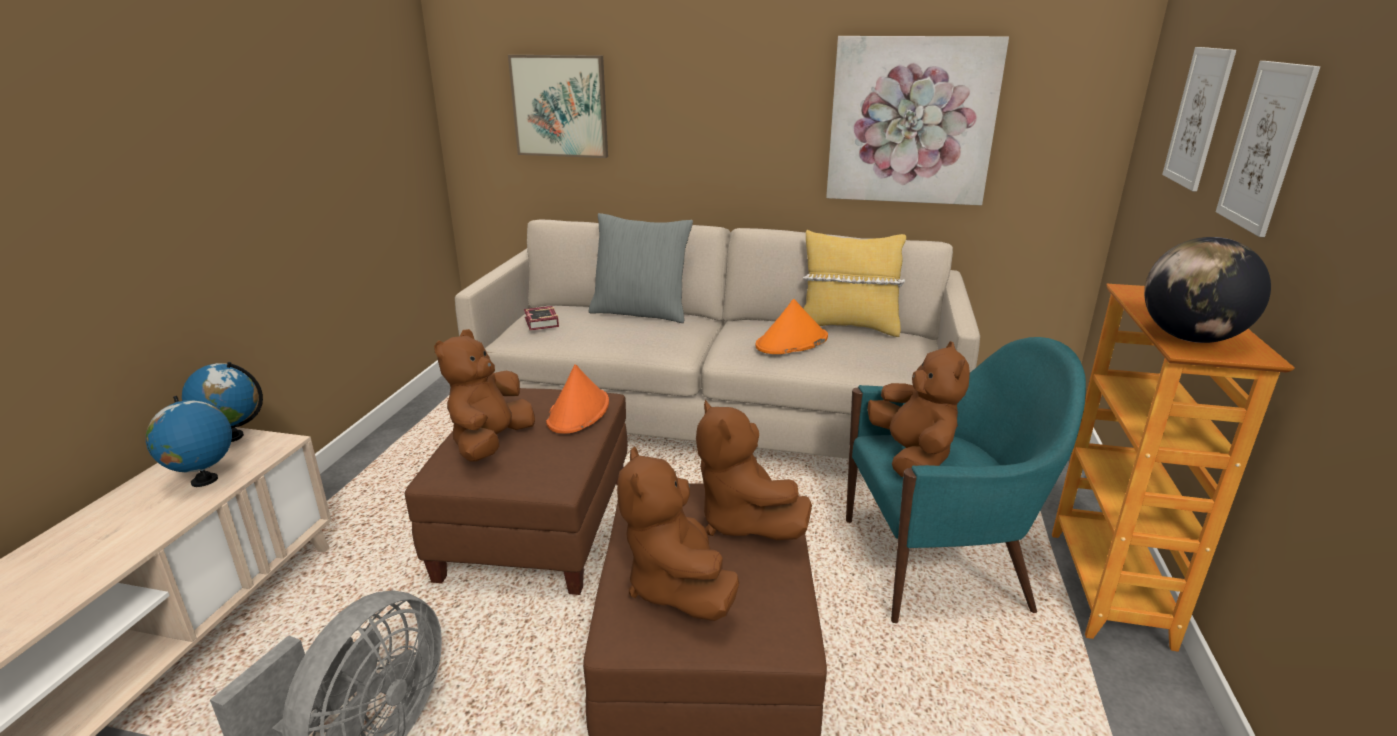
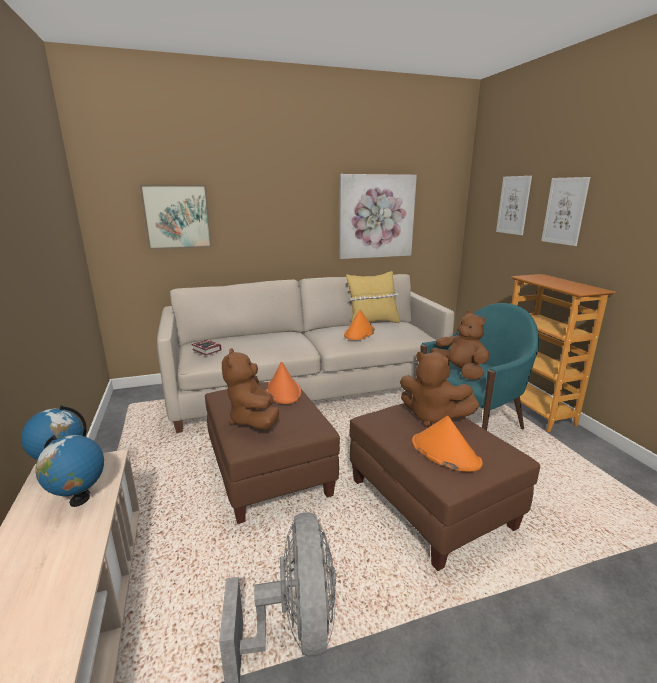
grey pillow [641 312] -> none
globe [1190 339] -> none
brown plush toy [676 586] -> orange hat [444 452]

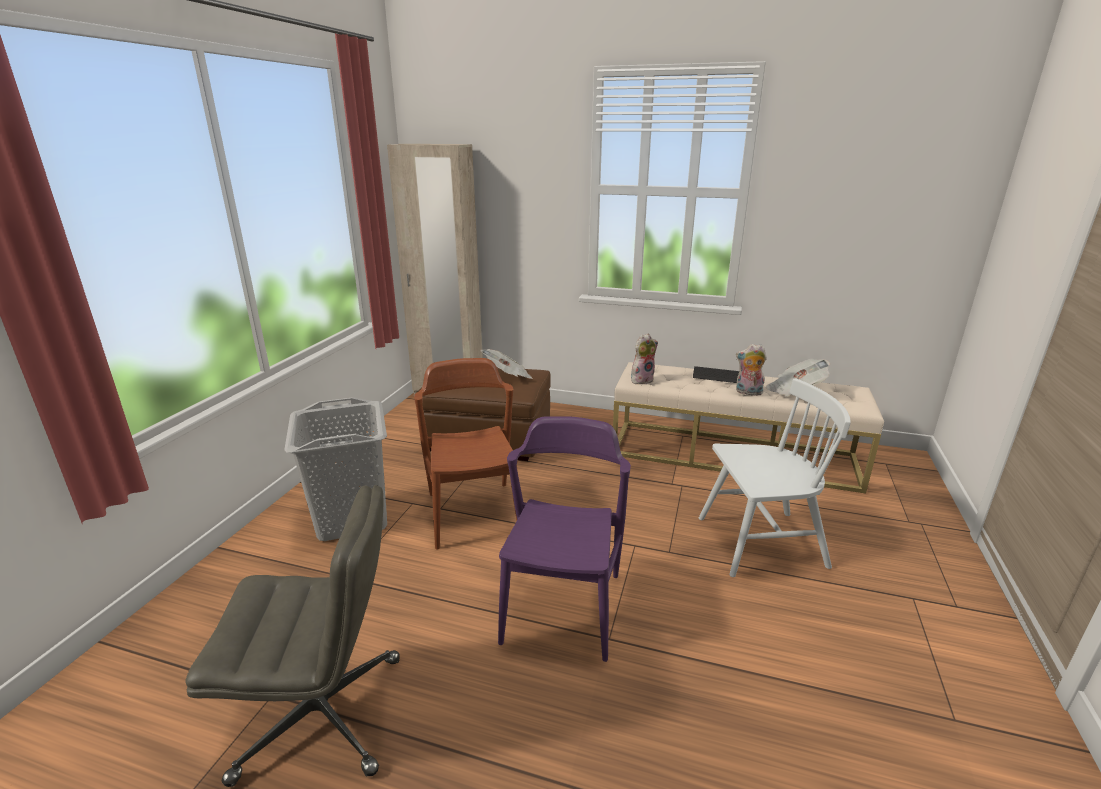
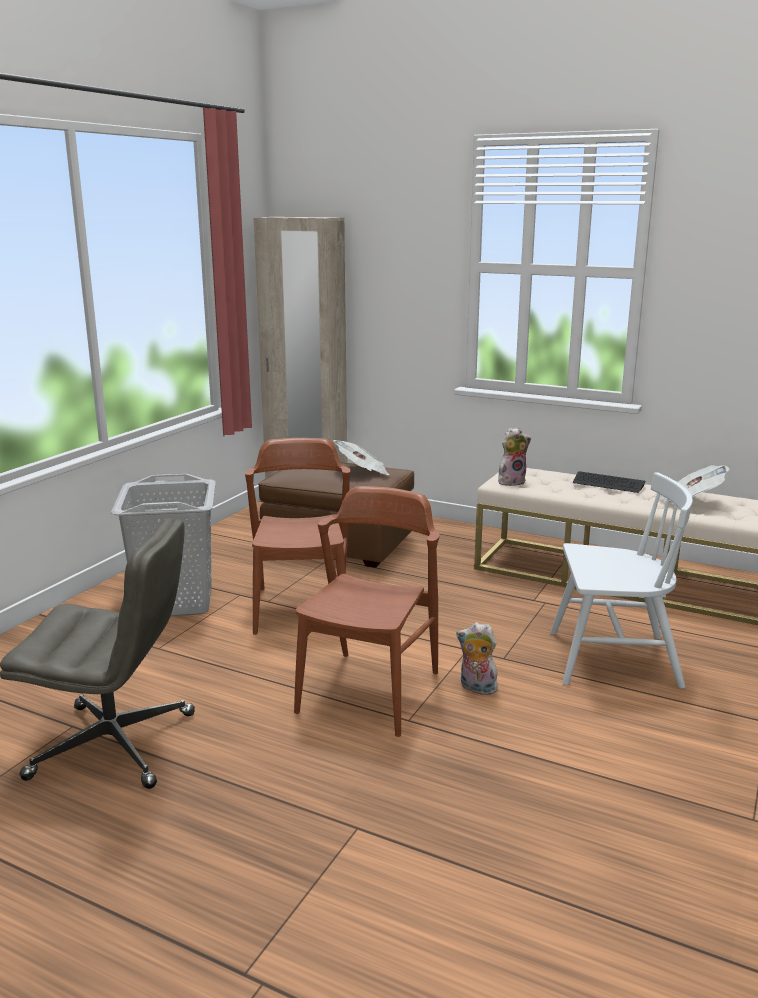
plush toy [748 392] -> plush toy [476 688], move
purple chair [563 607] -> brown chair [369 691]

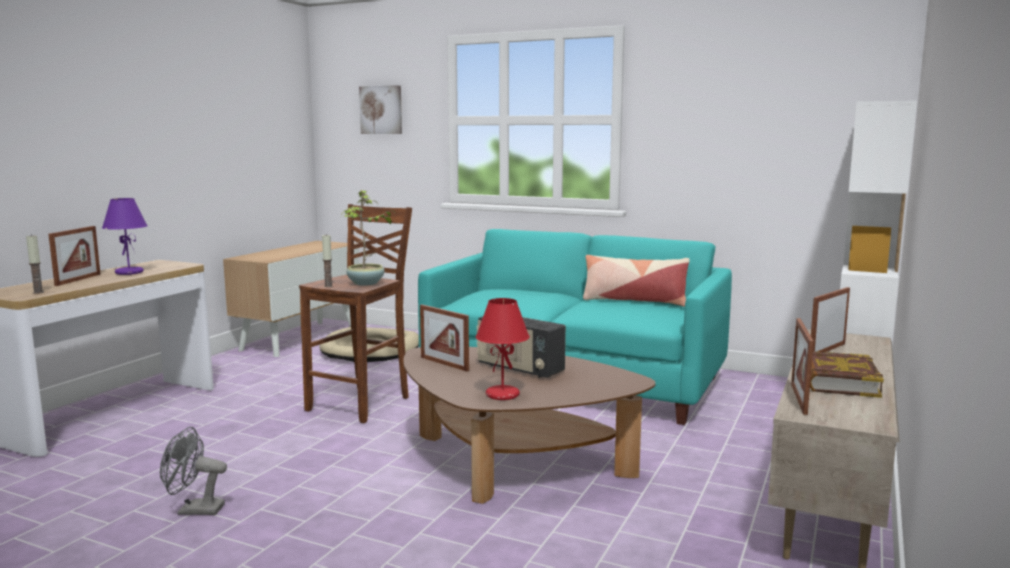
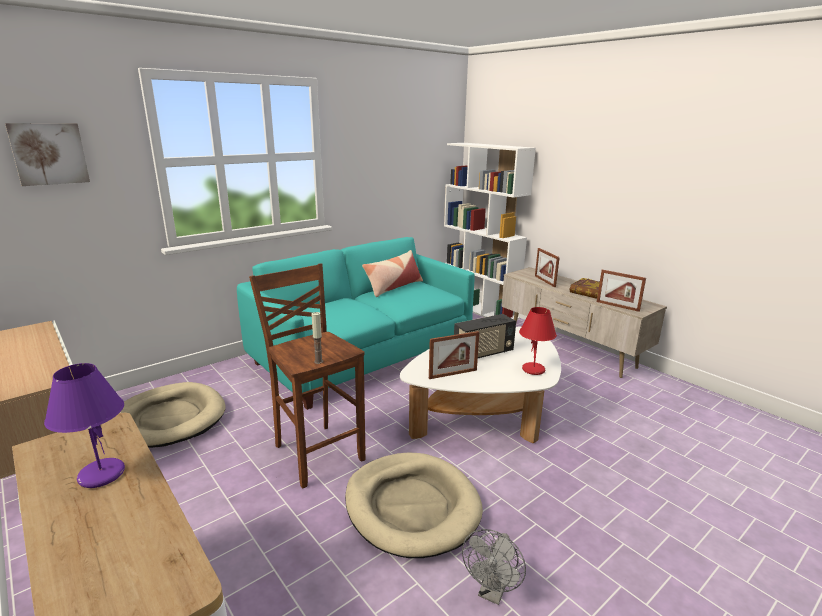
potted plant [366 283] -> none
picture frame [78 280] -> none
candle [38 292] -> none
brown coffee table [512 464] -> white coffee table [486 415]
none -> beige dog bed [412 506]

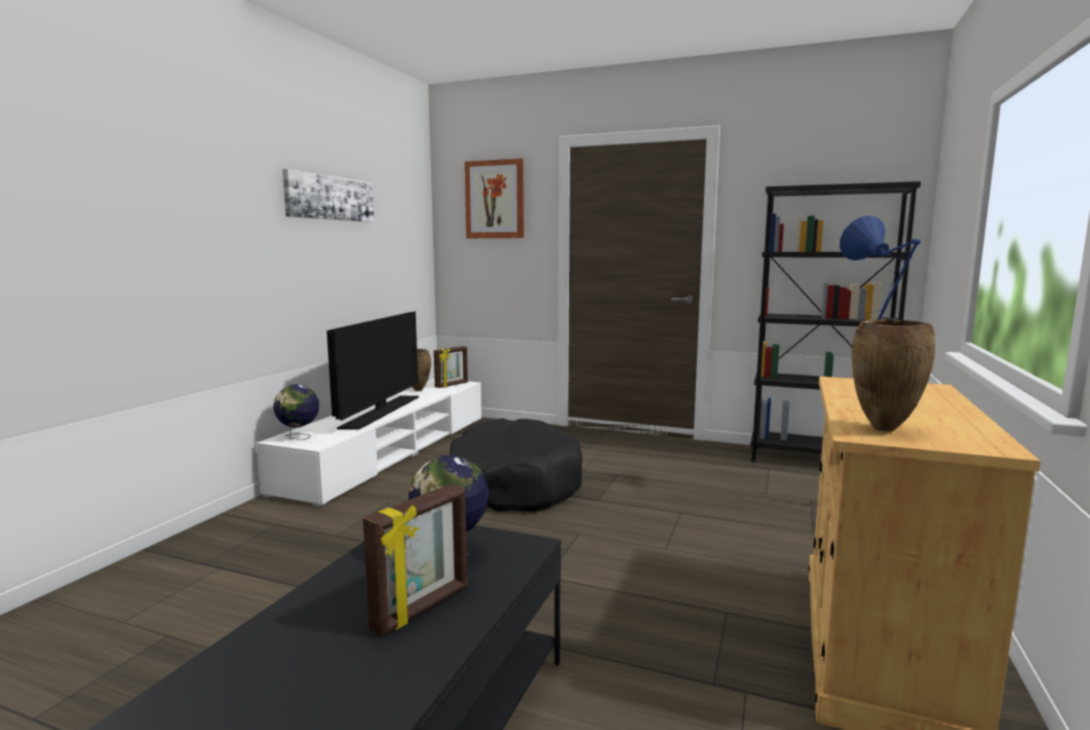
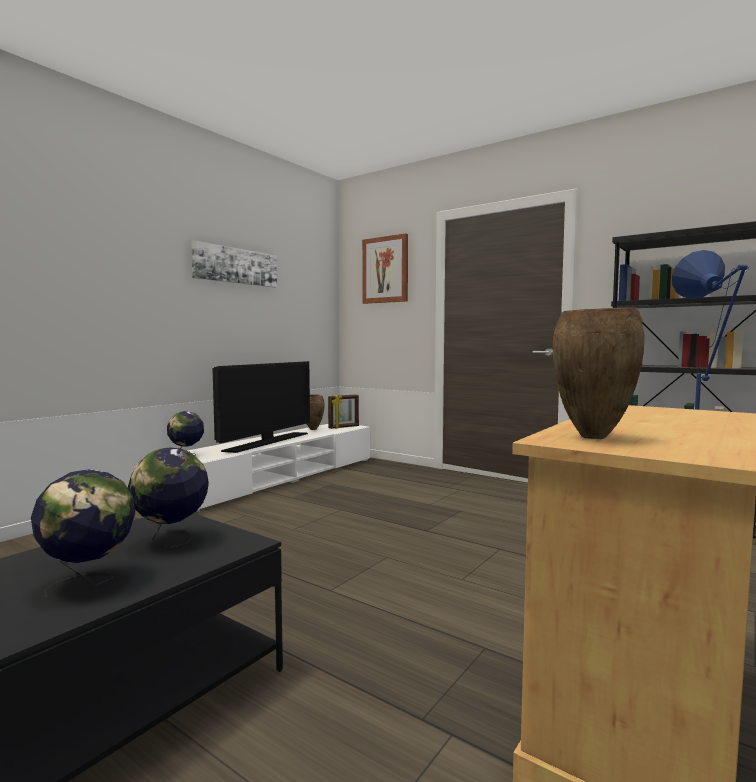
black dog bed [514 484] -> none
picture frame [422 609] -> globe [89 582]

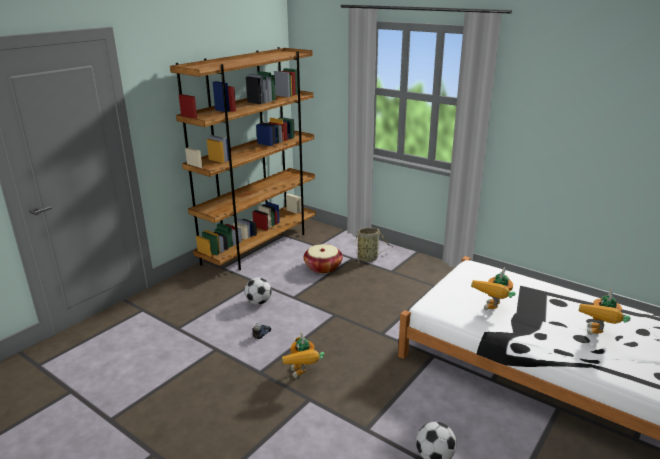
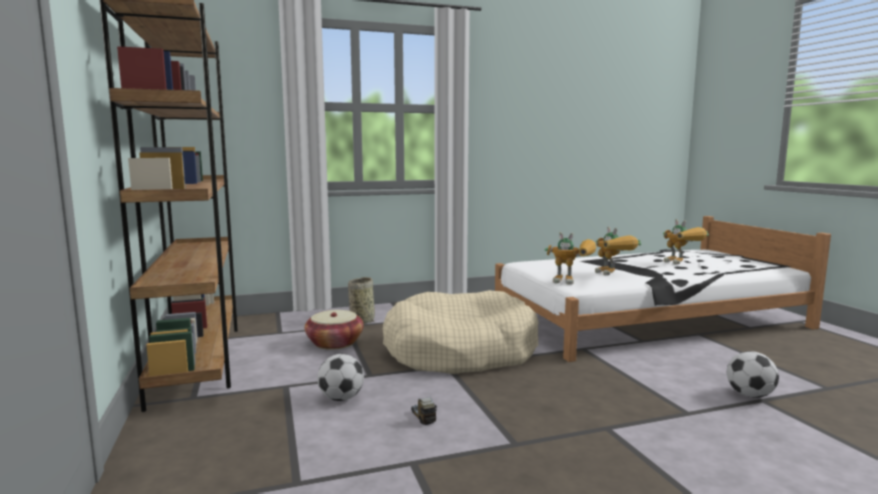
toy robot [303 376] -> toy robot [572 282], move
none -> beige dog bed [460 351]

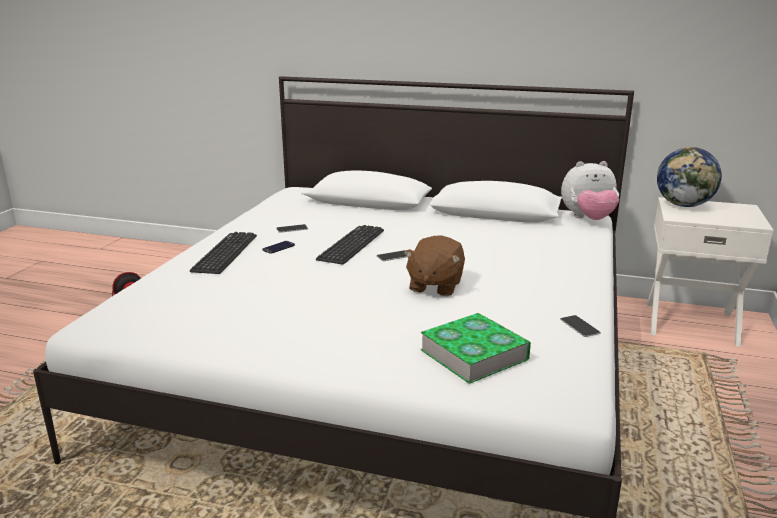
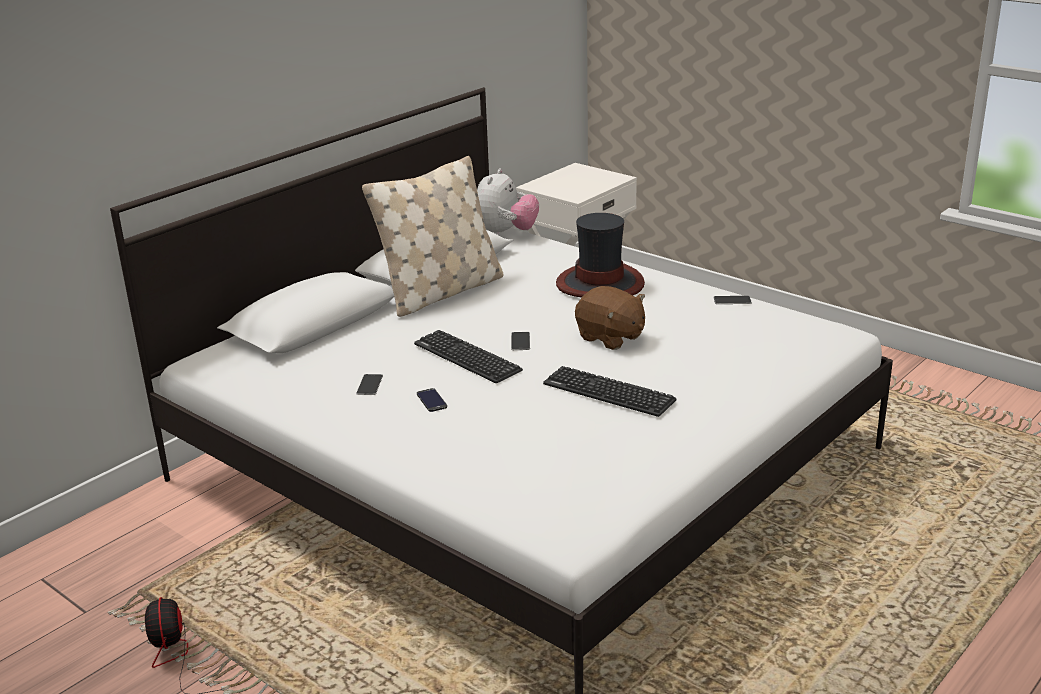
globe [684 205] -> none
keyboard [225 253] -> keyboard [608 392], move
book [474 354] -> none
none -> beige pillow [441 292]
none -> hat [600 283]

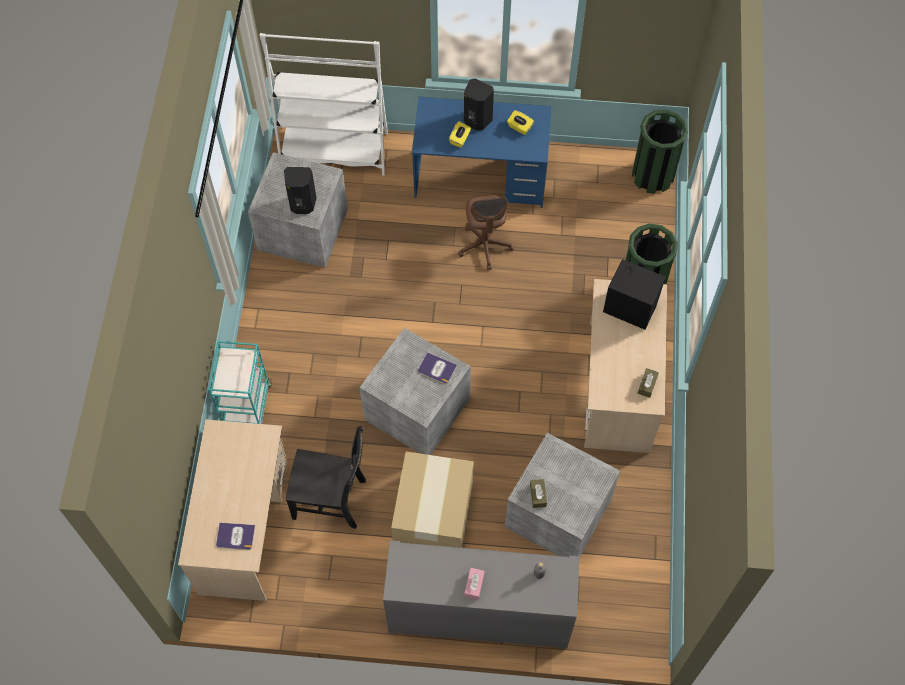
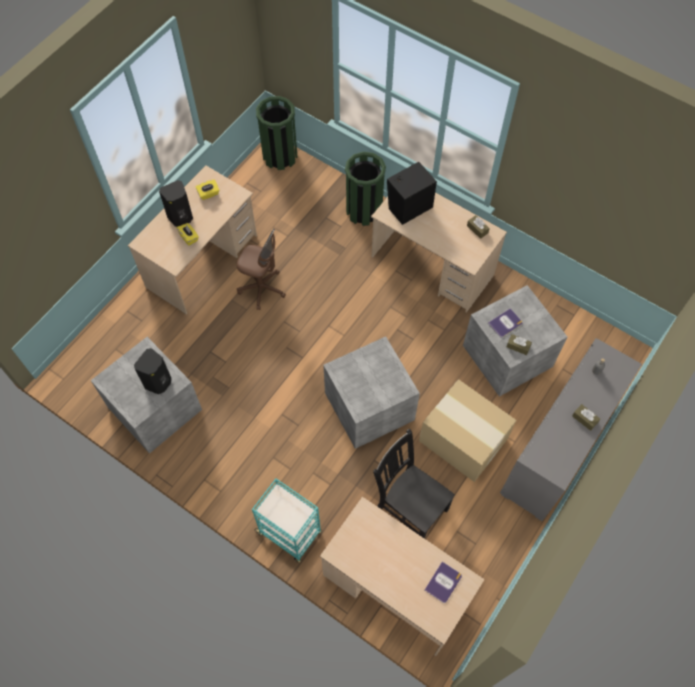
white bookcase [334 150] -> none
blue desk [480 179] -> beige desk [202 261]
book [437 369] -> book [505 323], move
black chair [332 499] -> black chair [409 507], 90 degrees counterclockwise
pink tissue box [474 585] -> brown tissue box [584 419]

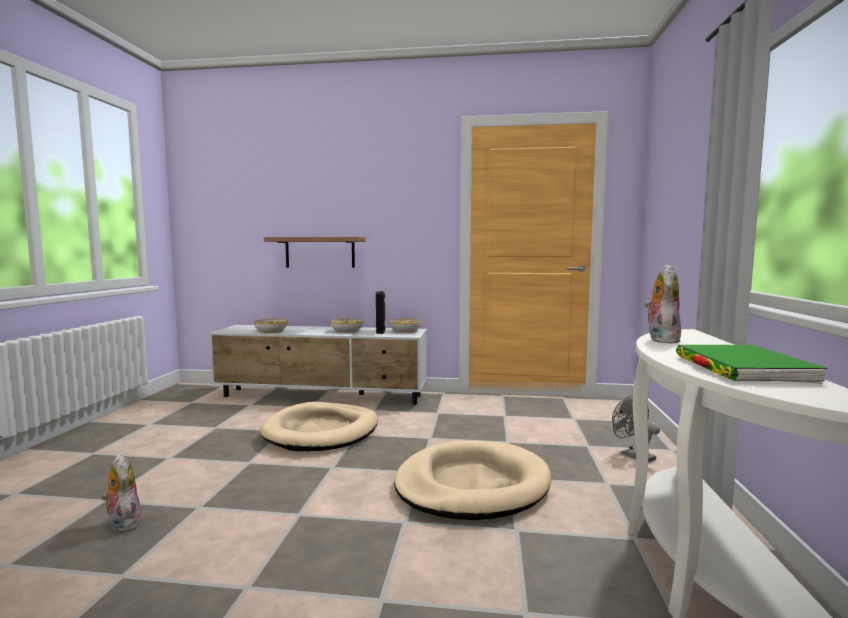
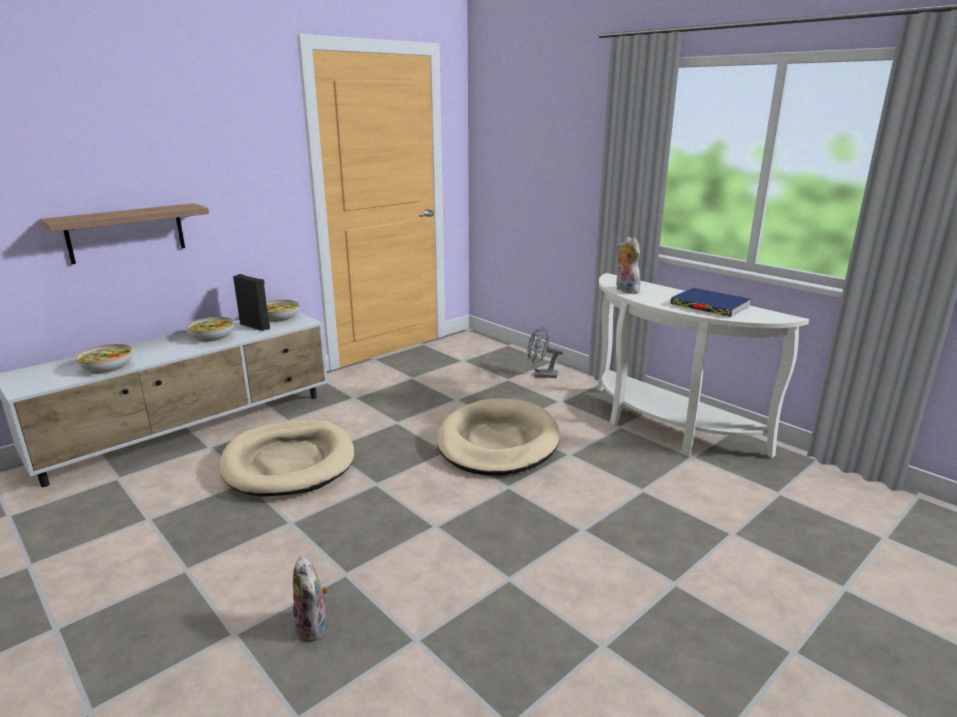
green book [742 369] -> blue book [709 306]
plush toy [123 523] -> plush toy [313 627], 120 degrees counterclockwise

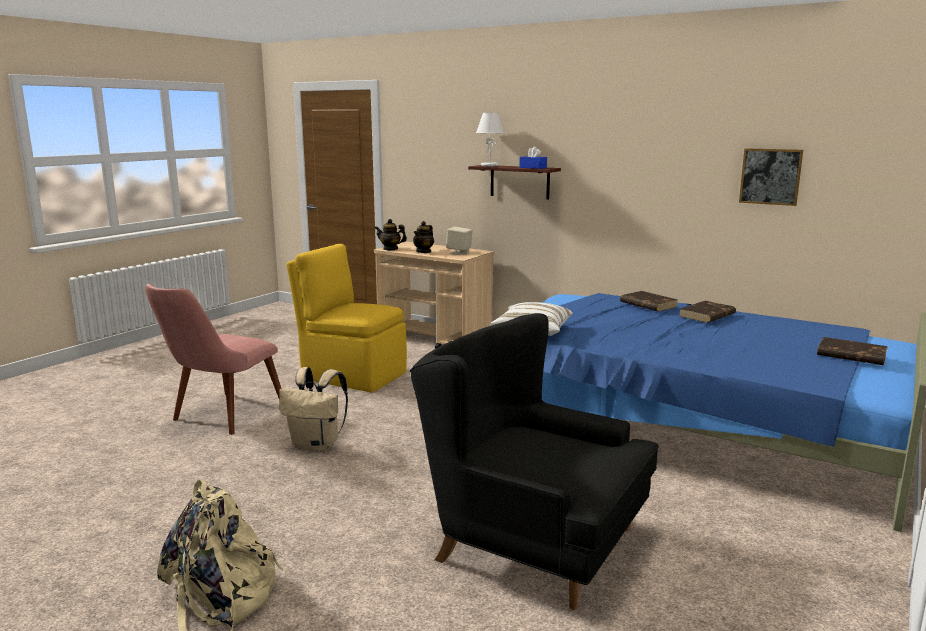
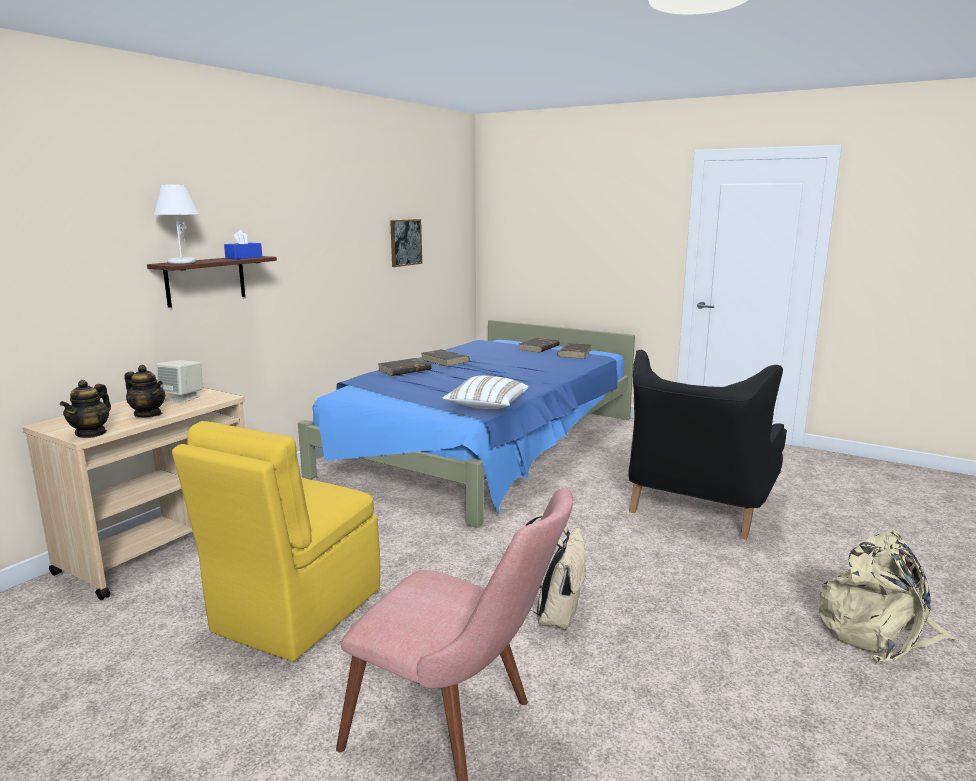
none -> brown book [574 353]

